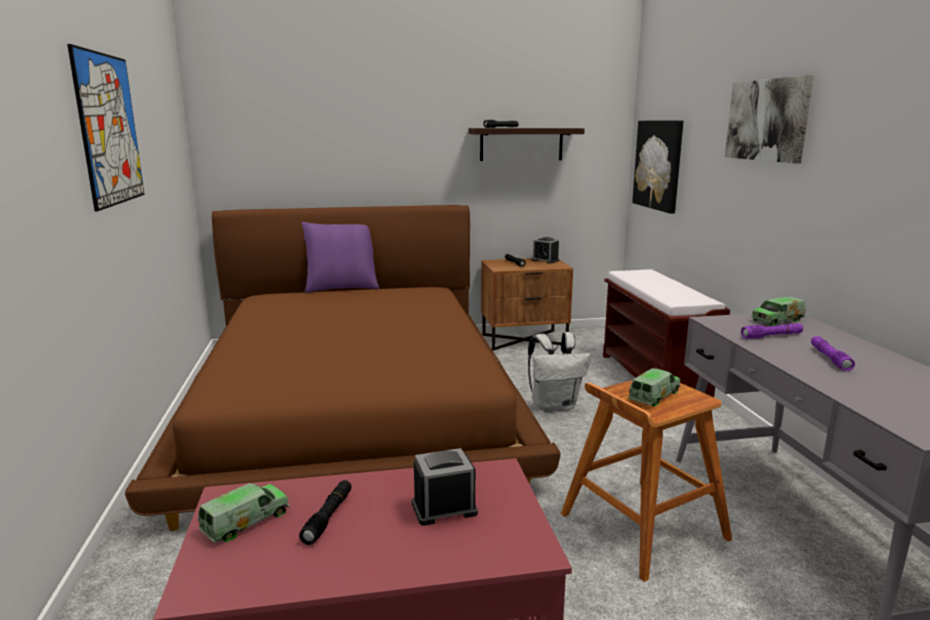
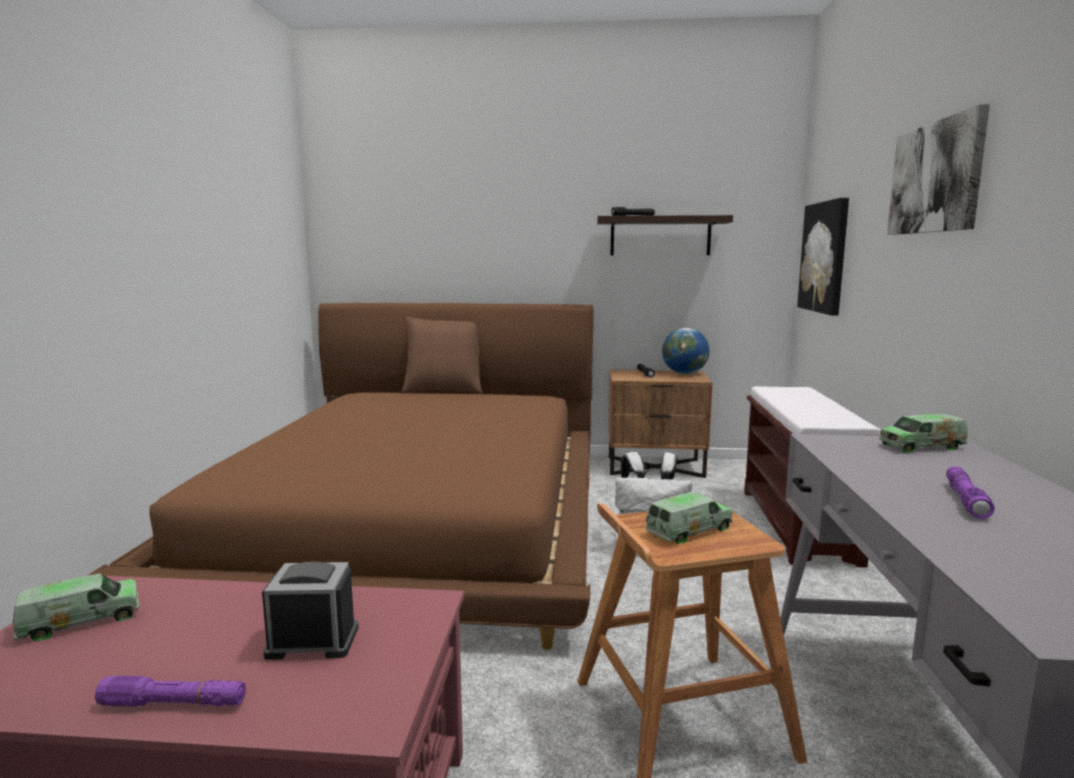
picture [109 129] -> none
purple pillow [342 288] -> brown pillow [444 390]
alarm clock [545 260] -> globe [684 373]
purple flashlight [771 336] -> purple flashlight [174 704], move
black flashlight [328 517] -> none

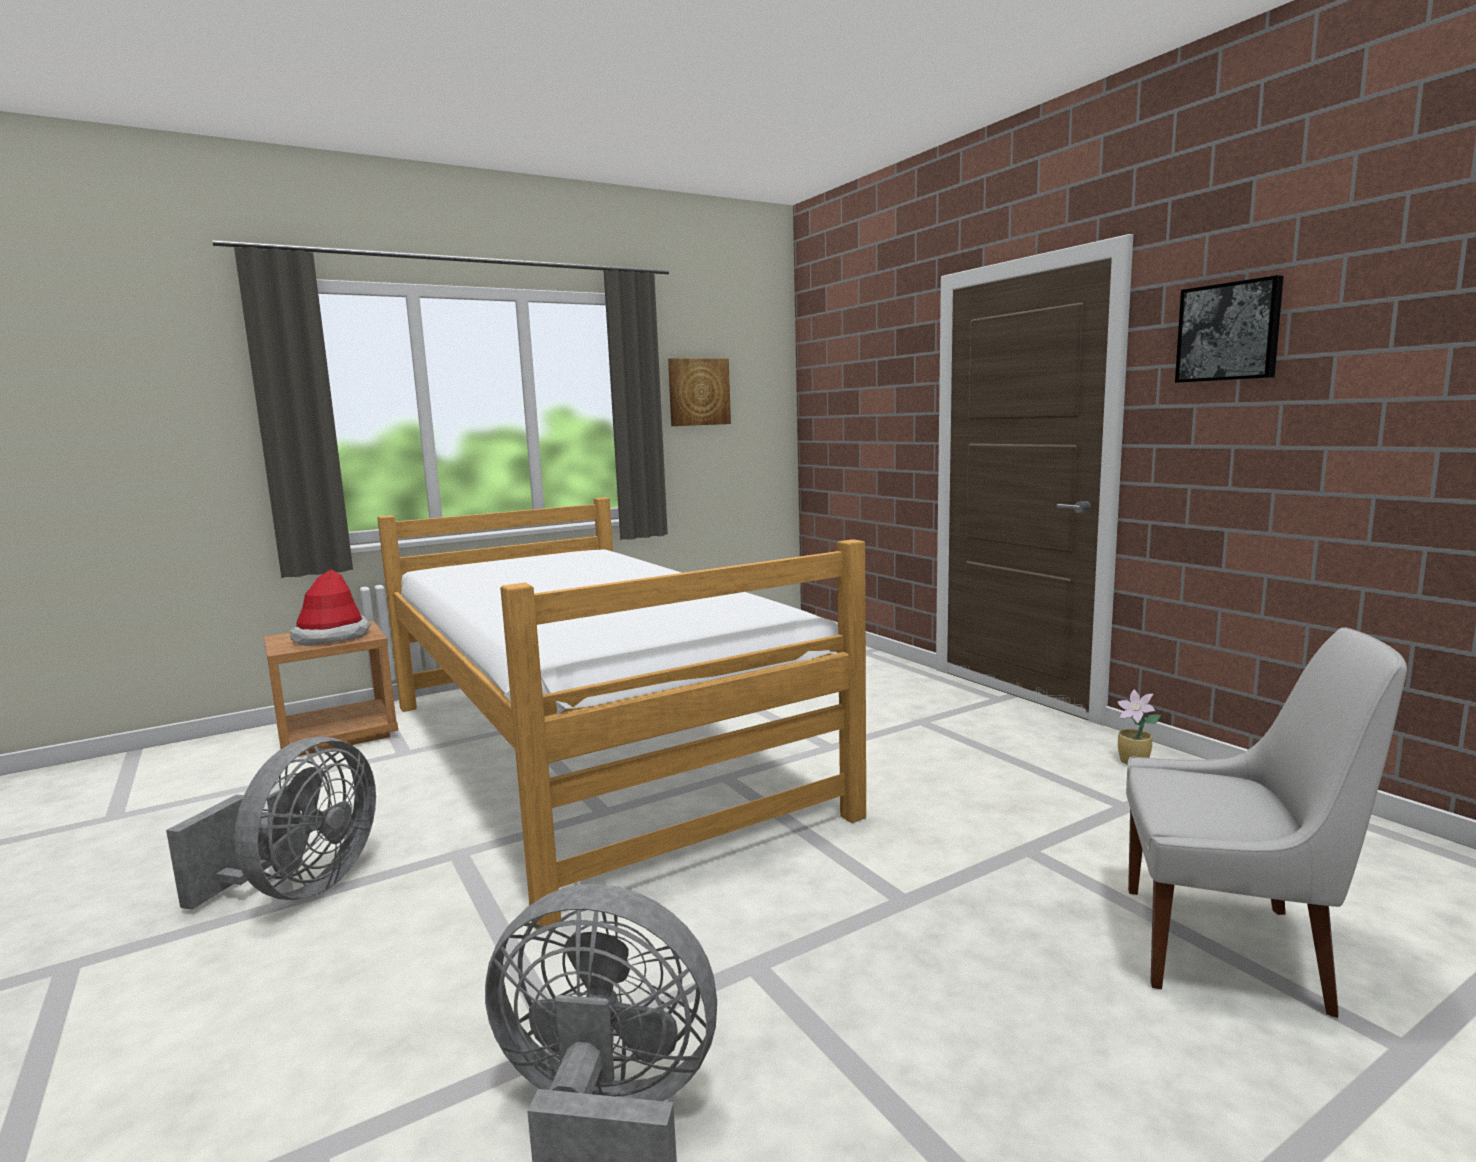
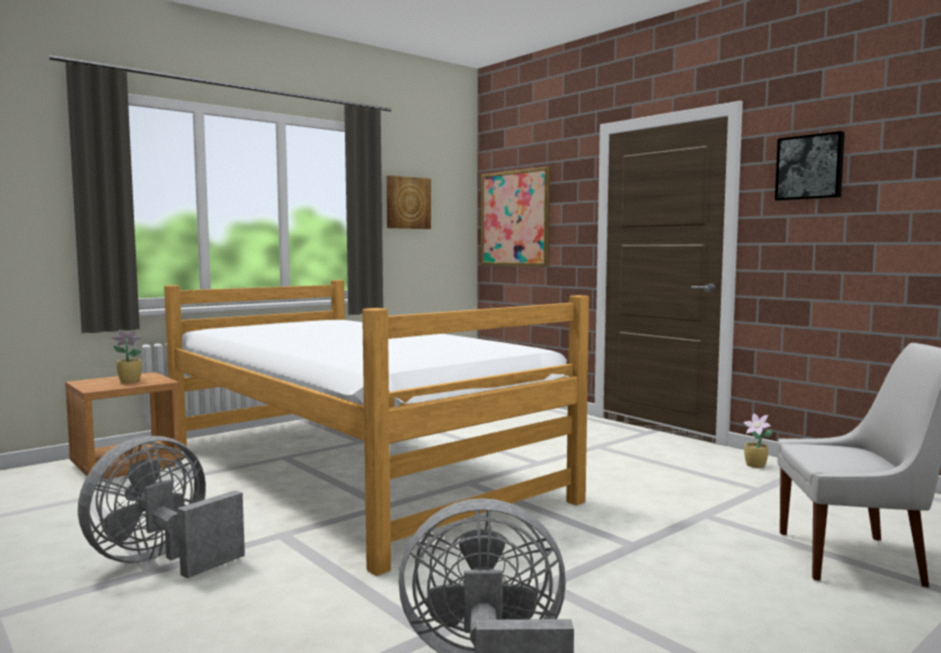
hat [331 637] -> potted plant [128 381]
grey fan [300 888] -> grey fan [161 561], 150 degrees counterclockwise
none -> picture [515 218]

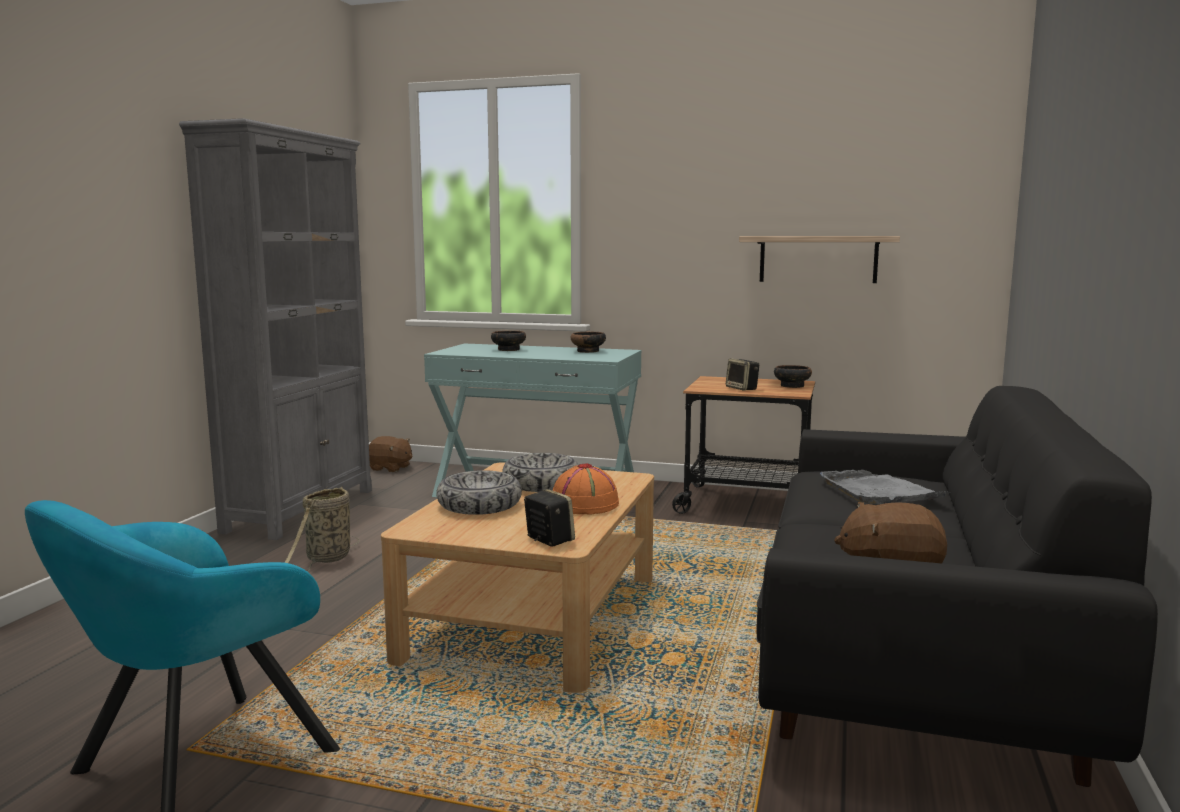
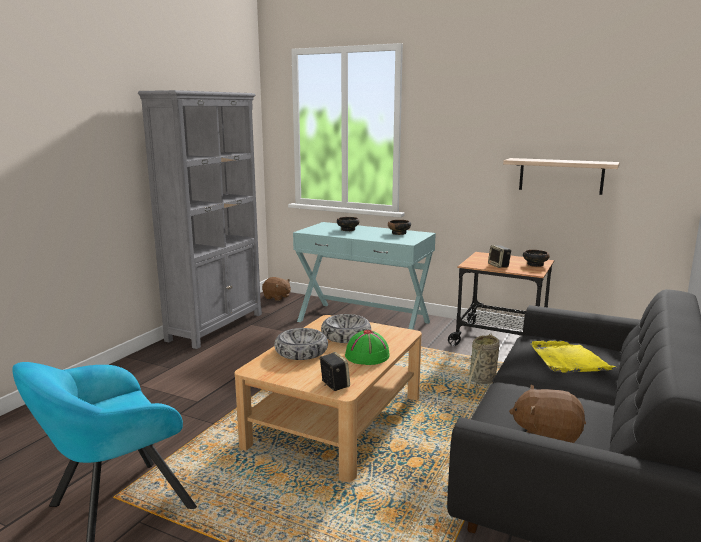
orange hat [584 505] -> green hat [367 356]
grey tray [879 492] -> yellow tray [568 360]
basket [327 559] -> basket [481 381], move

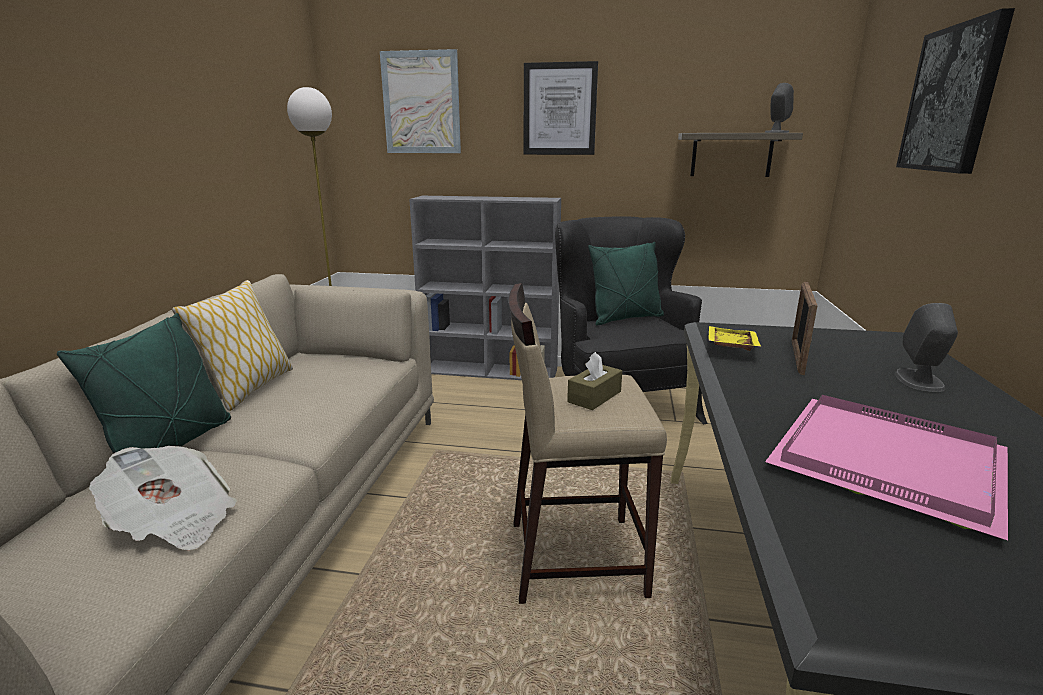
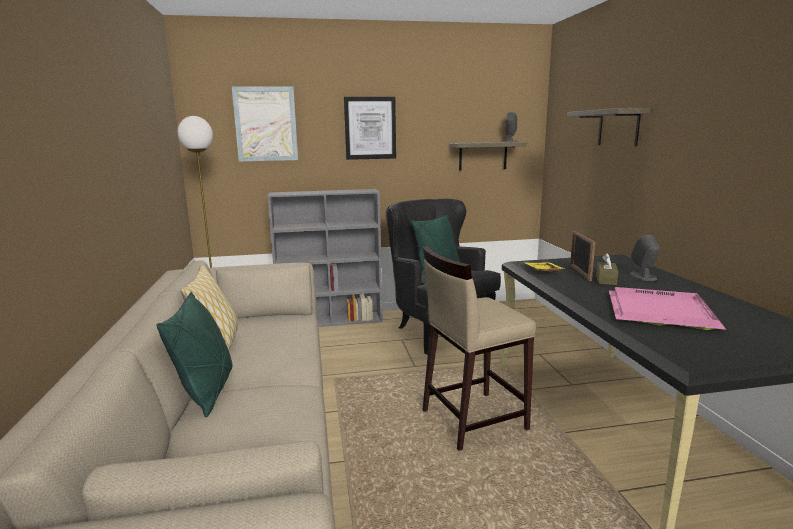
picture [952 99] -> shelf [618 127]
brown tissue box [594 397] -> brown tissue box [606 280], move
newspaper [173 522] -> none

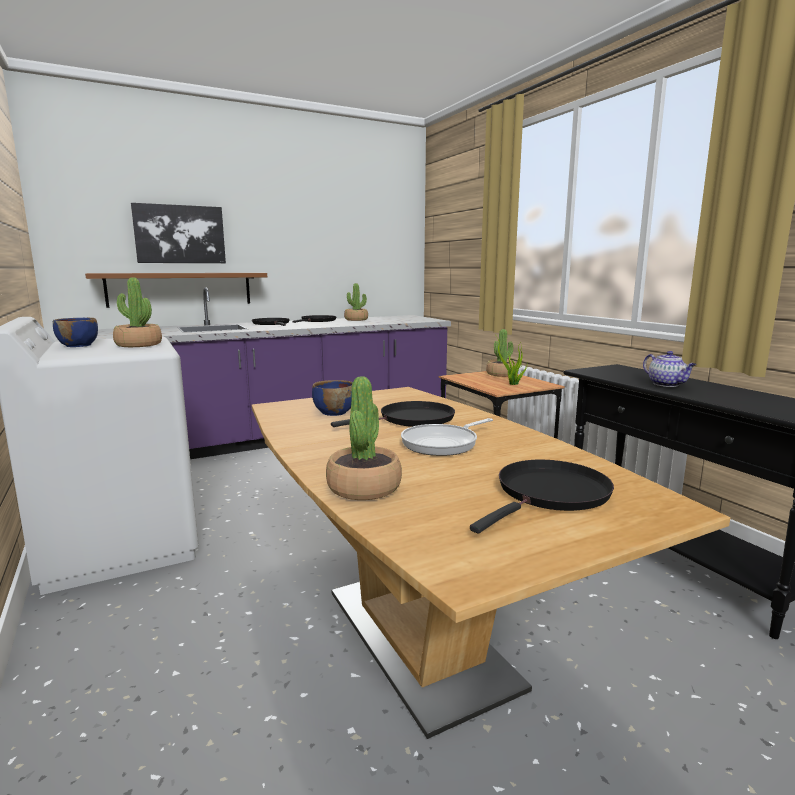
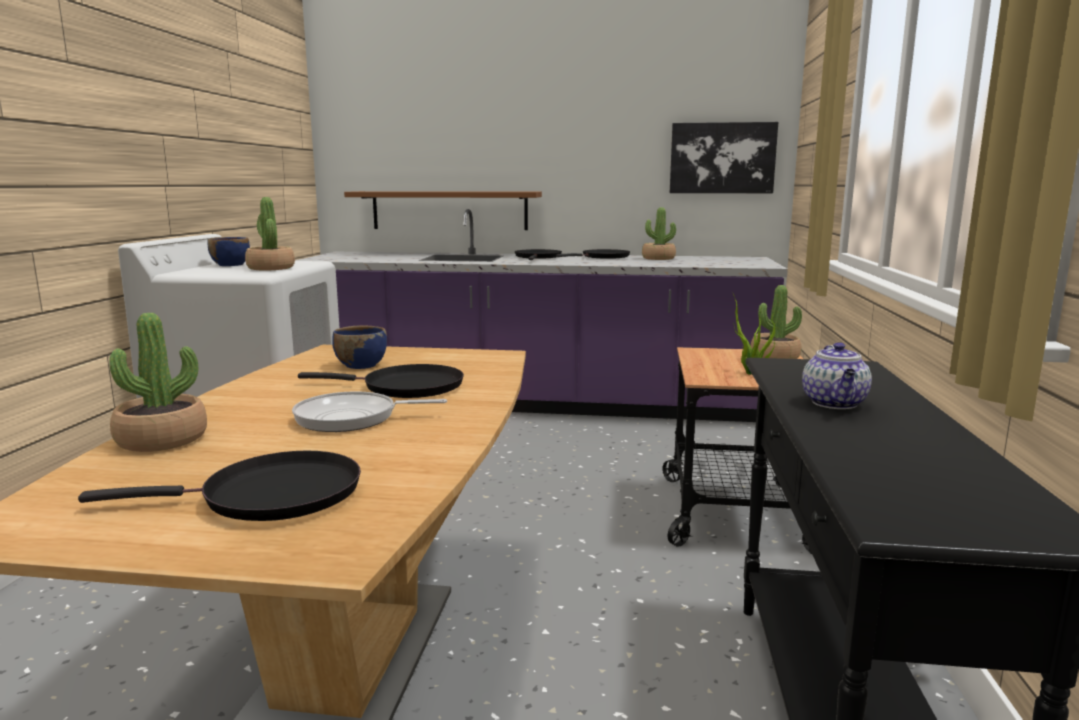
picture [180 234] -> picture [722 158], move

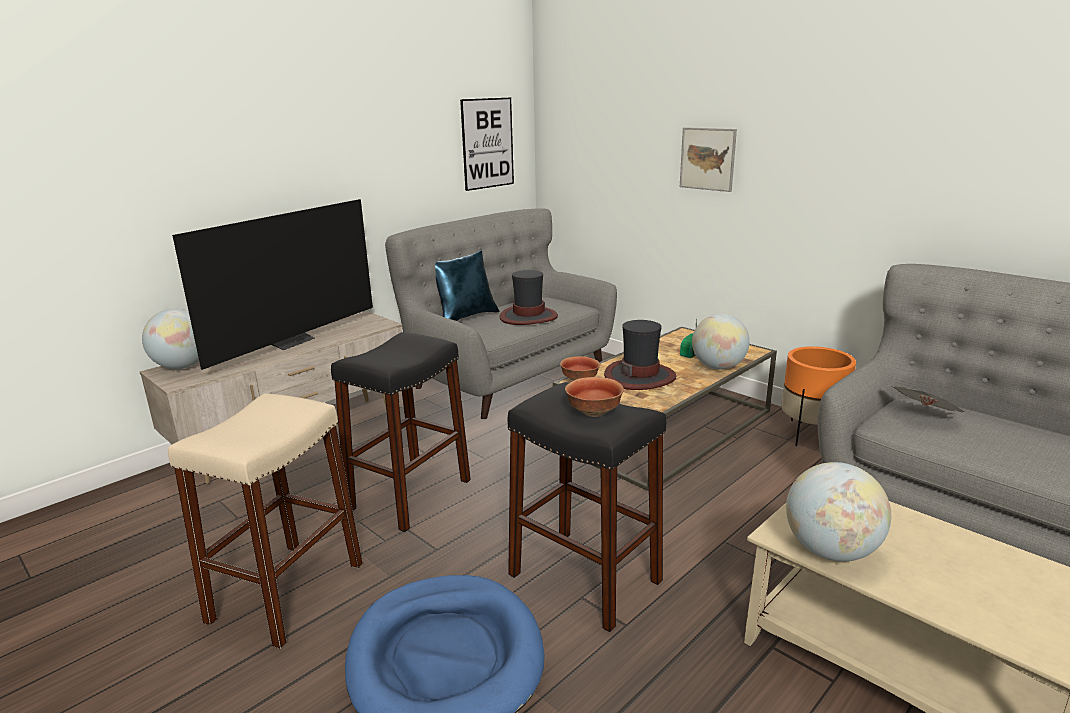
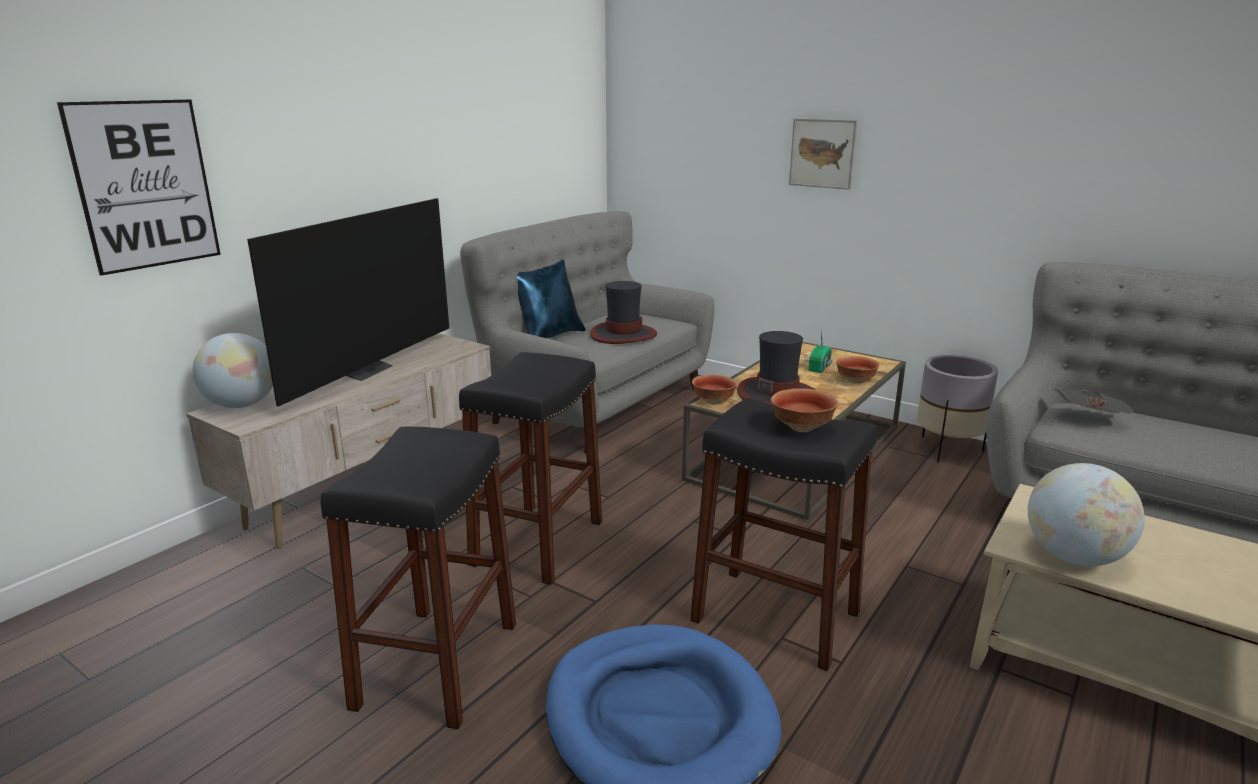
picture [487 143] -> picture [145 185], move
globe [718 367] -> bowl [854 381]
orange planter [810 434] -> grey planter [947 450]
beige stool [287 591] -> black stool [438 664]

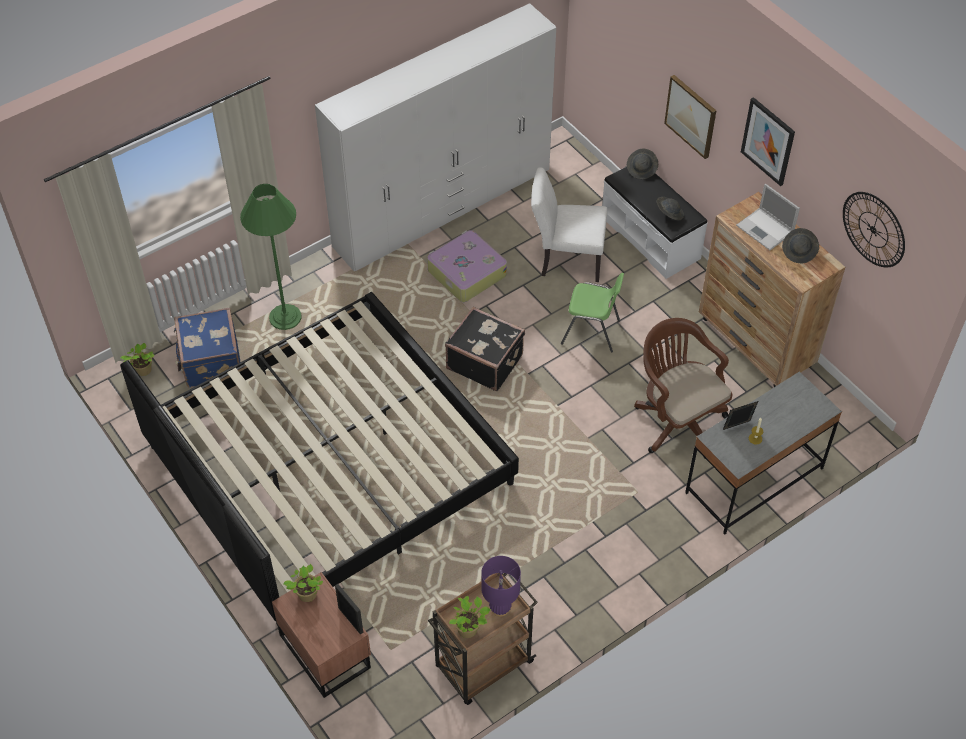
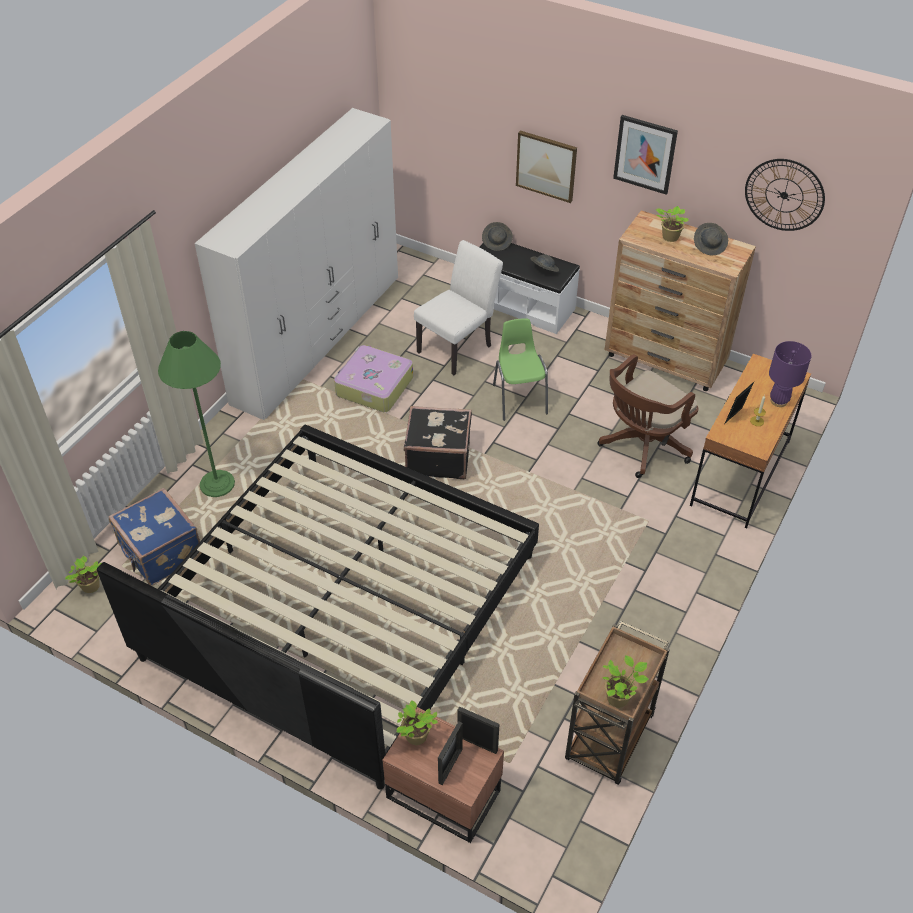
white chair [566 260] -> white chair [458 346], 150 degrees clockwise
laptop [766 229] -> potted plant [669 237]
green chair [591 332] -> green chair [519 399], 90 degrees counterclockwise
brown office chair [677 420] -> brown office chair [641 446], 75 degrees counterclockwise
grey desk [754 480] -> brown desk [740 473]
purple table lamp [500 608] -> purple table lamp [778 401], move
none -> picture frame [450 766]

